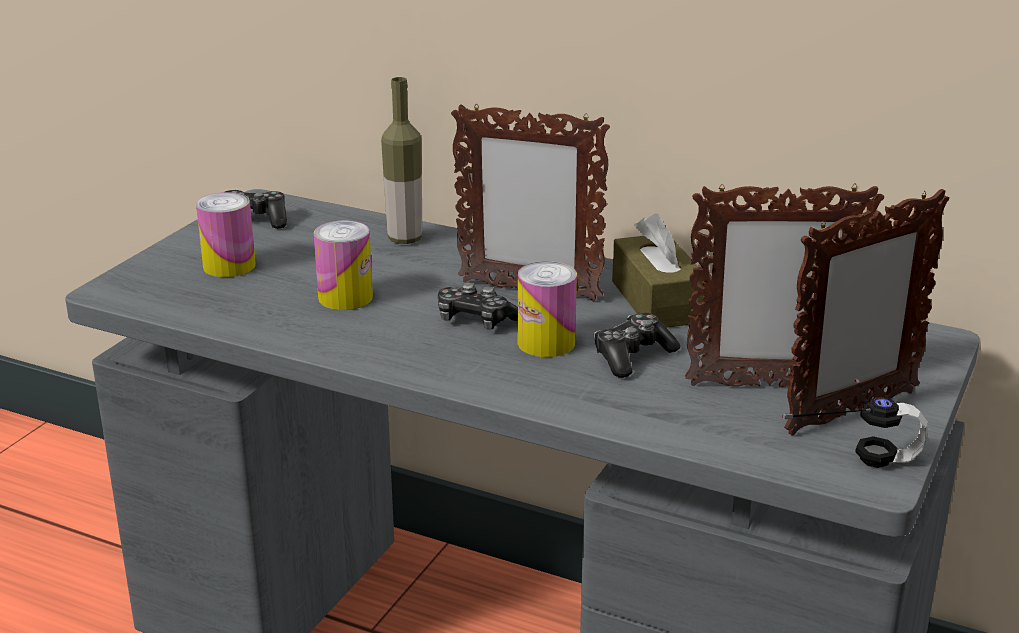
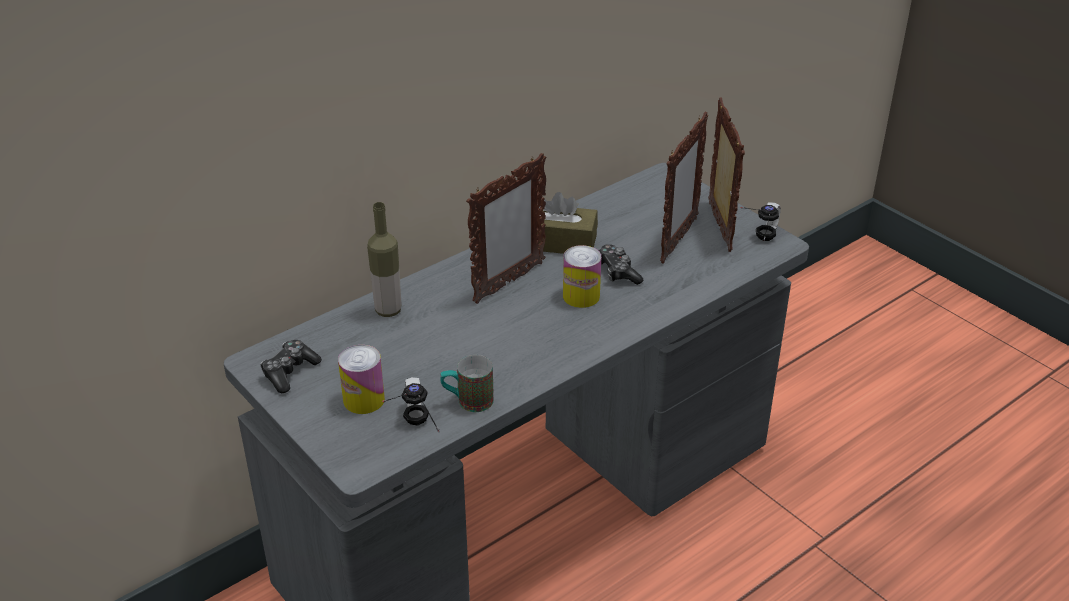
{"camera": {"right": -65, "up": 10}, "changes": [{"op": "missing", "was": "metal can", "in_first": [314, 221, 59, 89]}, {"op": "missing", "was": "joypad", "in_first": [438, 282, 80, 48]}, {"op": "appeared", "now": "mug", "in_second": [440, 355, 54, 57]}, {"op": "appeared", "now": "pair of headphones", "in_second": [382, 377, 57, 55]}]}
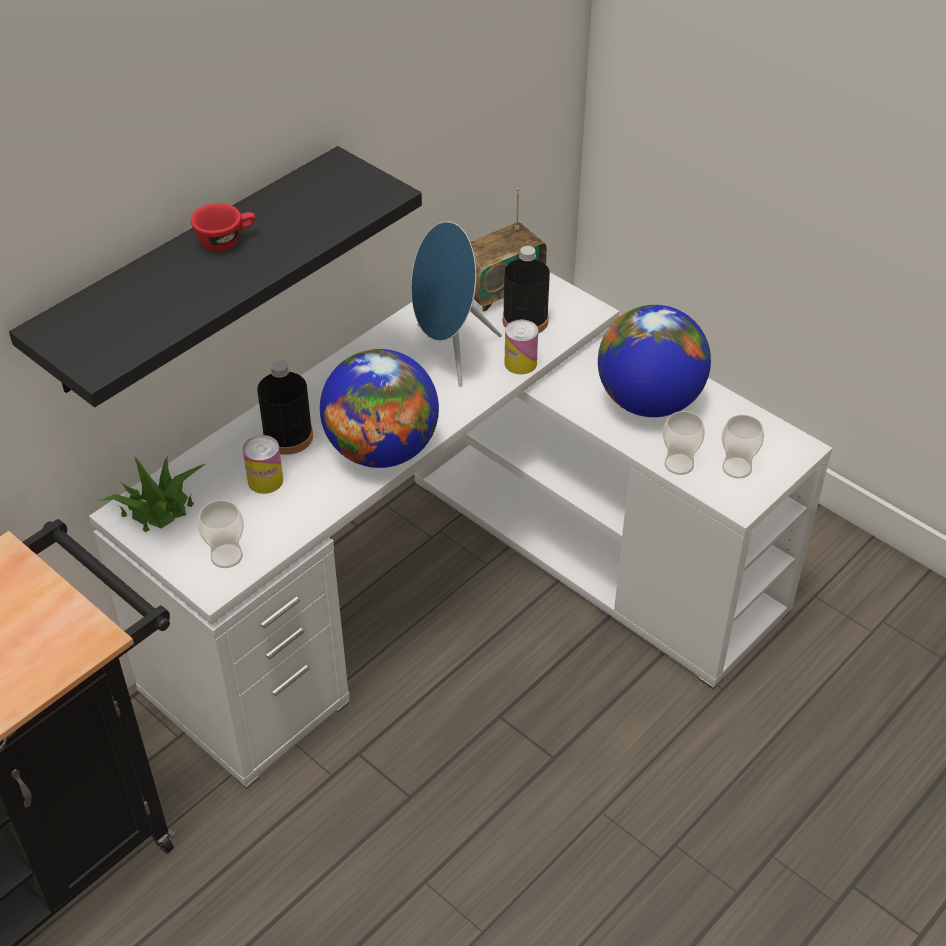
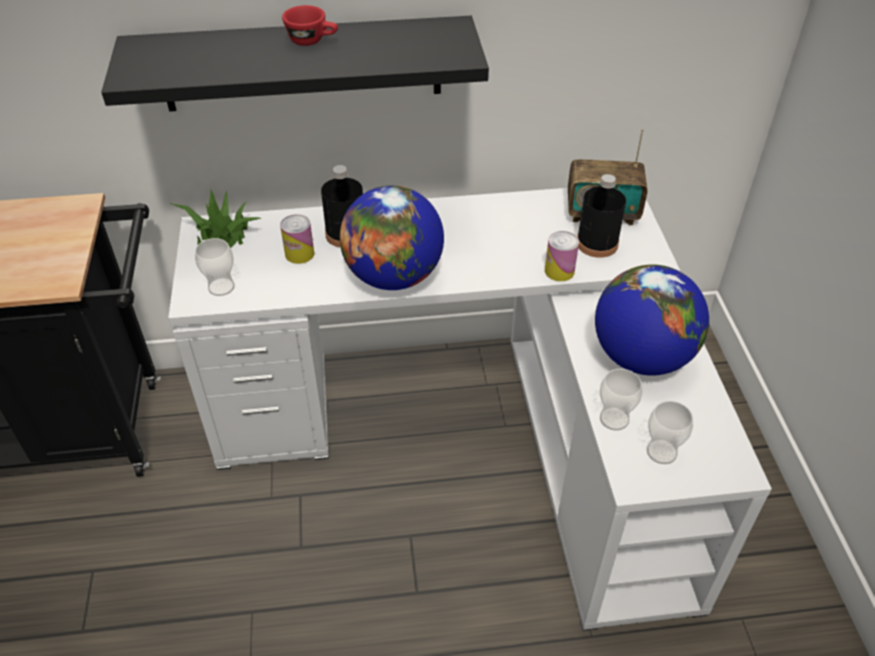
{"camera": {"right": 40, "up": 0}, "changes": [{"op": "missing", "was": "blue-coloured speaker", "in_first": [411, 221, 91, 166]}]}
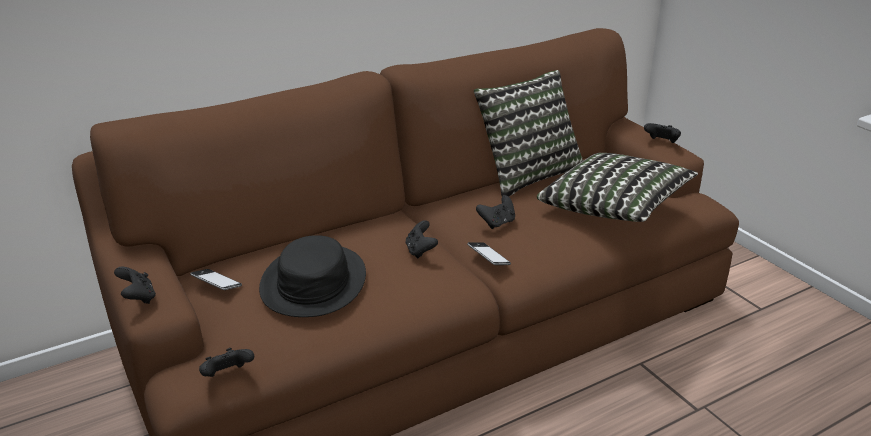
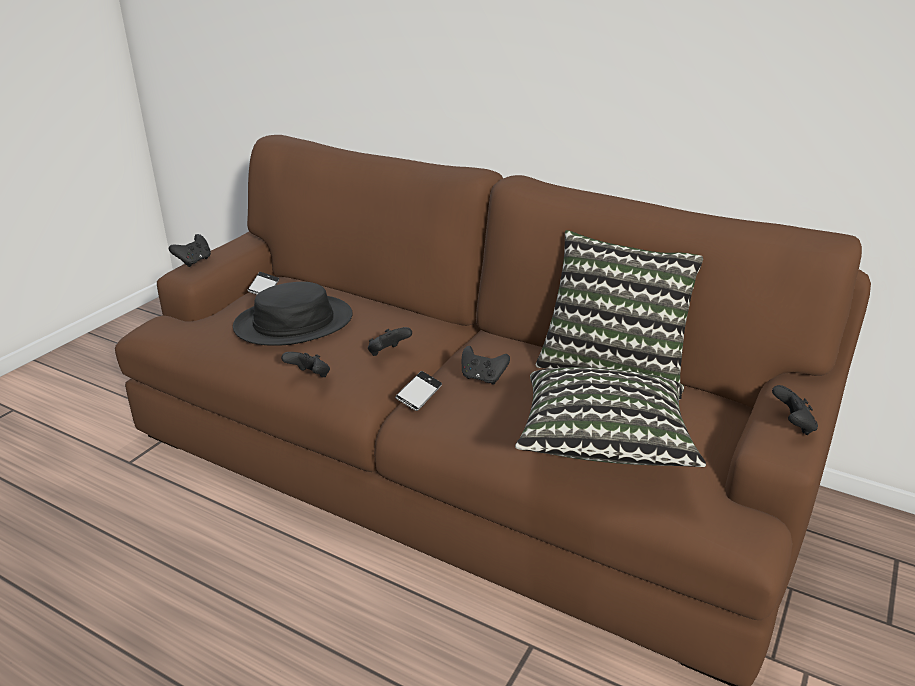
{"camera": {"right": 60, "up": 0}, "changes": [{"op": "relocated", "was": "blackish joypad", "in_first": [199, 348, 55, 29], "in_second": [281, 352, 49, 25]}]}
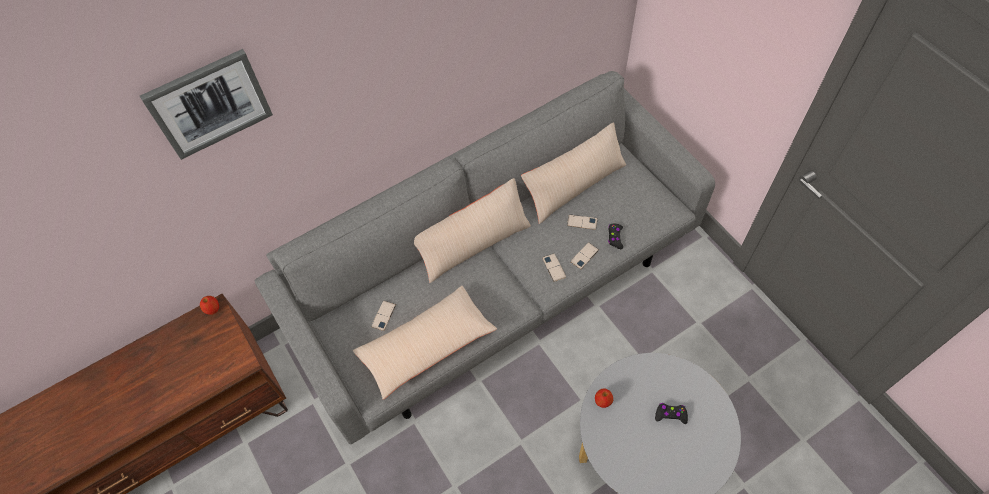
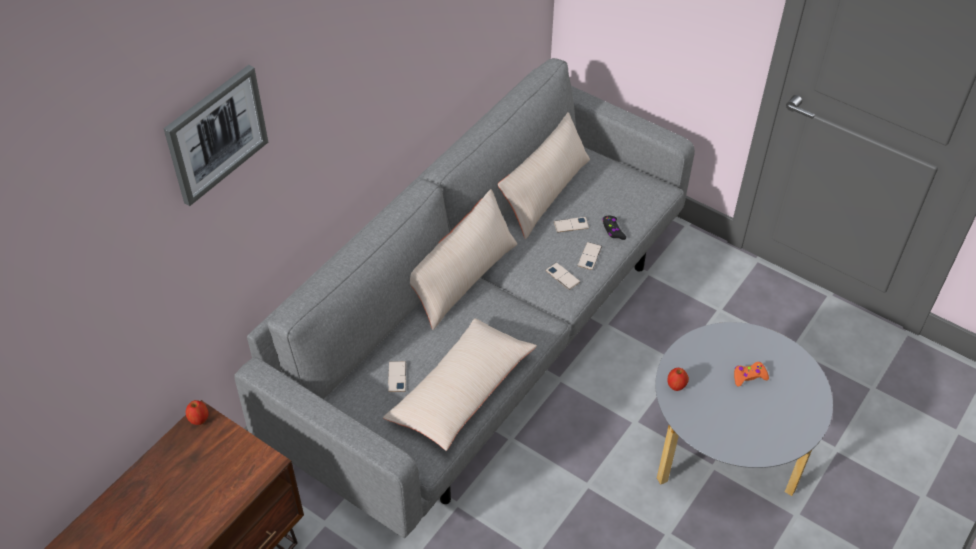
{"camera": {"right": -25, "up": -10}, "changes": [{"op": "colour", "was": "blackish joypad", "now": "orangey joypad", "in_first": [655, 403, 33, 21], "in_second": [734, 362, 35, 25]}]}
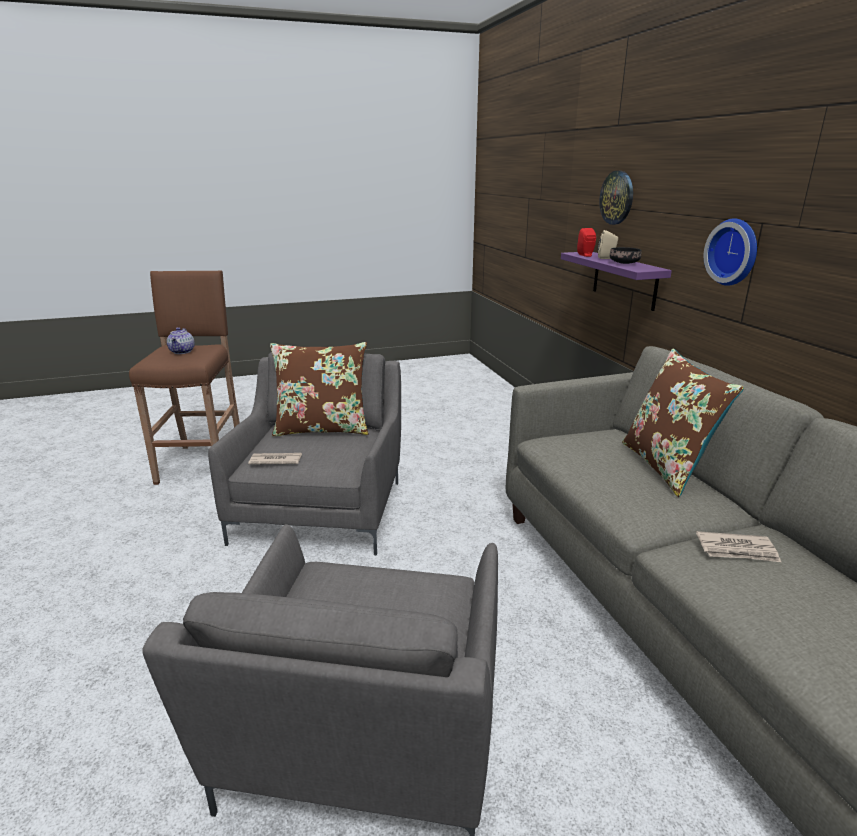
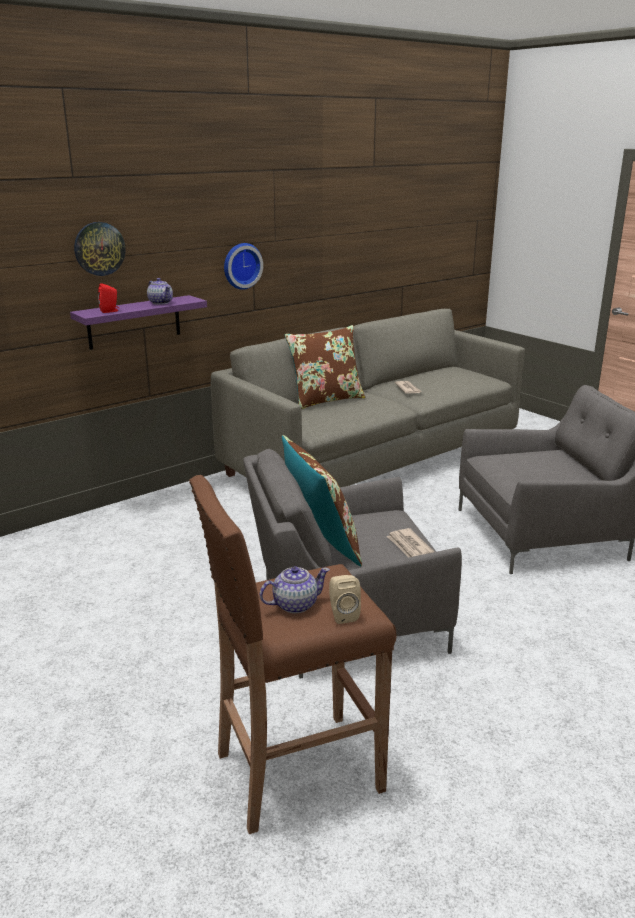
{"camera": {"right": -110, "up": 0}, "changes": [{"op": "relocated", "was": "beige-coloured speaker", "in_first": [598, 230, 20, 29], "in_second": [329, 575, 32, 49]}, {"op": "exchanged", "was": "blackish serving bowl", "now": "tea pot", "in_first": [610, 247, 32, 17], "in_second": [147, 278, 26, 27]}]}
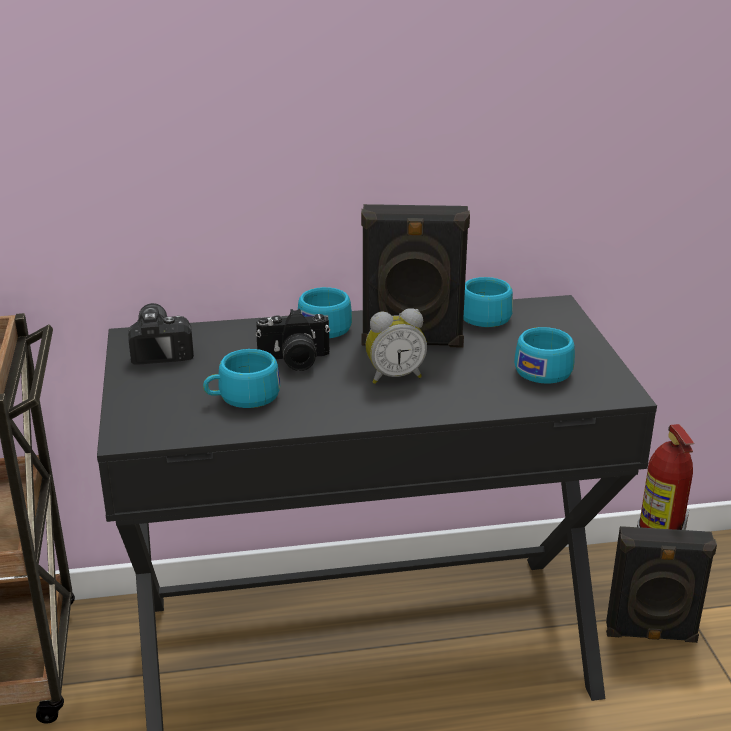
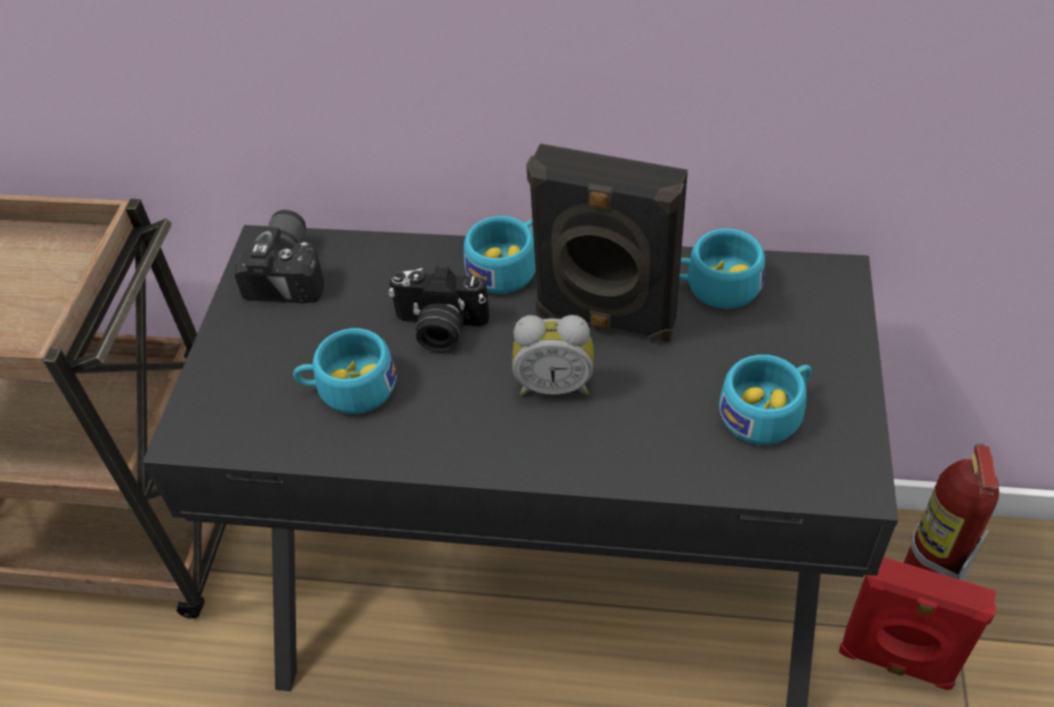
{"camera": {"right": 20, "up": 20}, "changes": [{"op": "colour", "was": "blackish speaker", "now": "reddish speaker", "in_first": [606, 526, 111, 117], "in_second": [839, 557, 157, 133]}]}
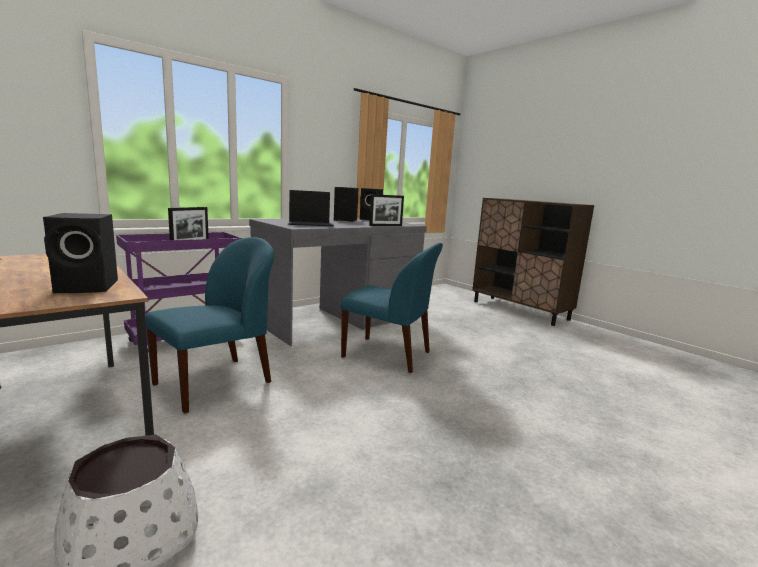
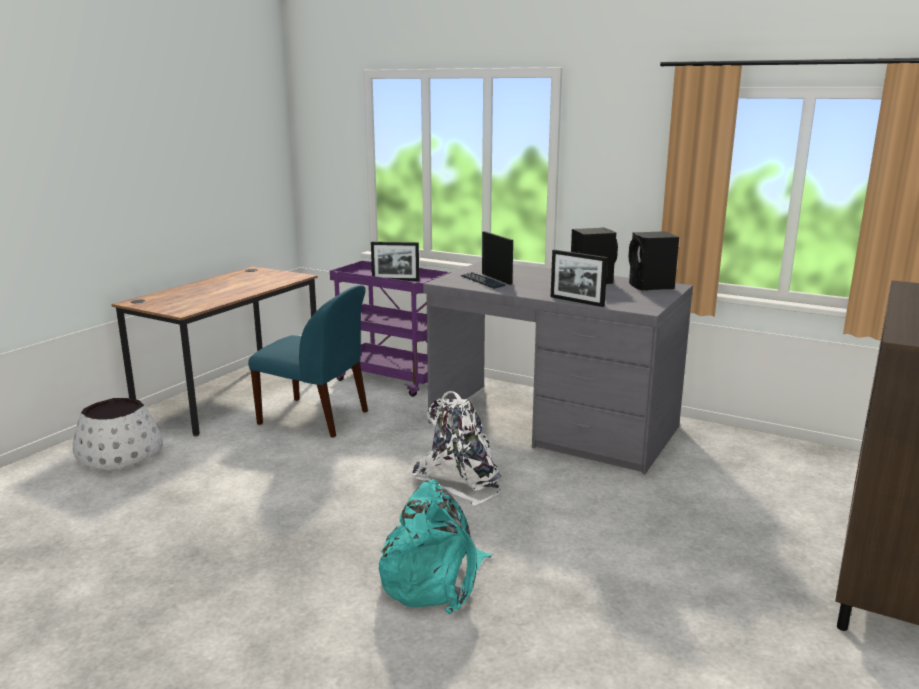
{"camera": {"right": 70, "up": 5}, "changes": [{"op": "missing", "was": "blackish speaker", "in_first": [43, 213, 75, 80]}, {"op": "exchanged", "was": "blue-coloured chair", "now": "white rucksack", "in_first": [341, 243, 102, 130], "in_second": [412, 391, 90, 115]}, {"op": "appeared", "now": "turquoise rucksack", "in_second": [379, 479, 114, 135]}]}
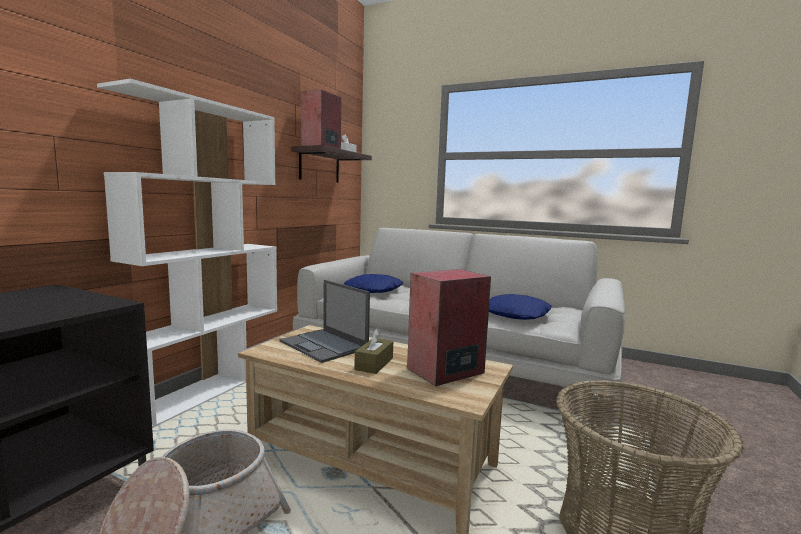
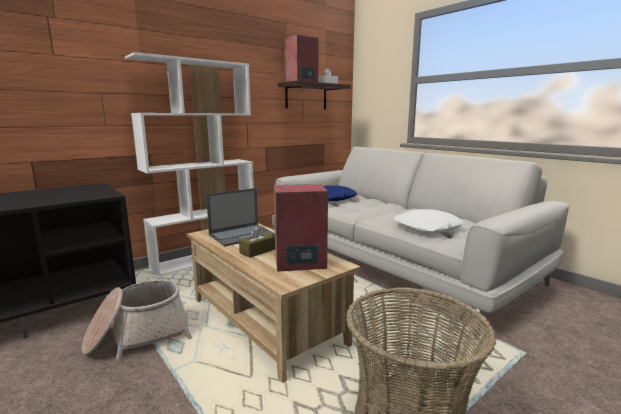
{"camera": {"right": 25, "up": 5}, "changes": [{"op": "spun", "was": "notebook computer", "in_first": [279, 280, 91, 83], "in_second": [206, 188, 69, 58], "clockwise": -105}, {"op": "colour", "was": "blue-coloured cushion", "now": "white cushion", "in_first": [489, 294, 63, 26], "in_second": [394, 209, 70, 24]}]}
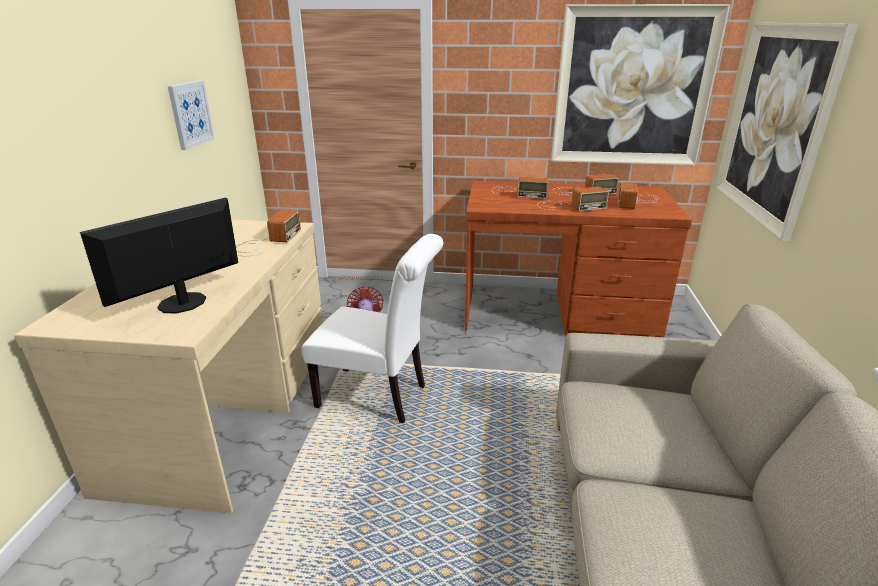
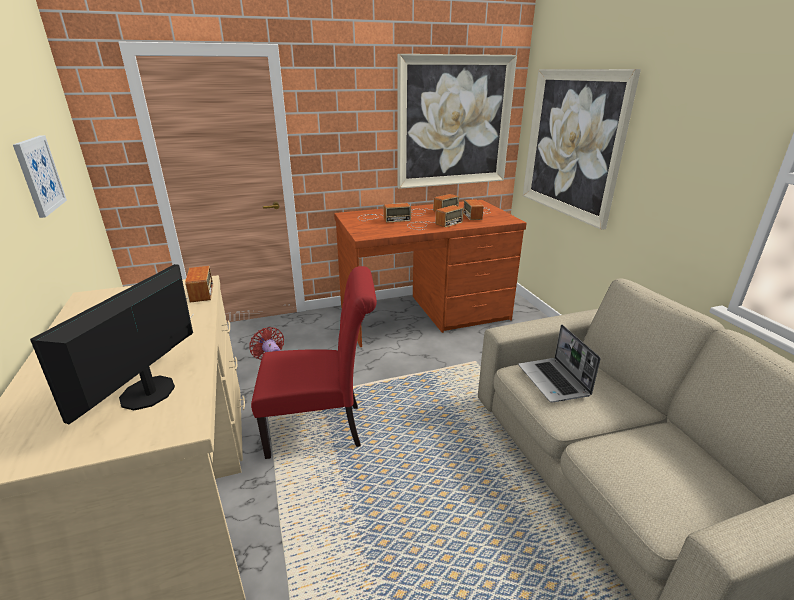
{"camera": {"right": -25, "up": 0}, "changes": [{"op": "colour", "was": "white chair", "now": "reddish chair", "in_first": [301, 234, 142, 189], "in_second": [251, 266, 126, 193]}, {"op": "appeared", "now": "notebook computer", "in_second": [518, 325, 82, 78]}]}
